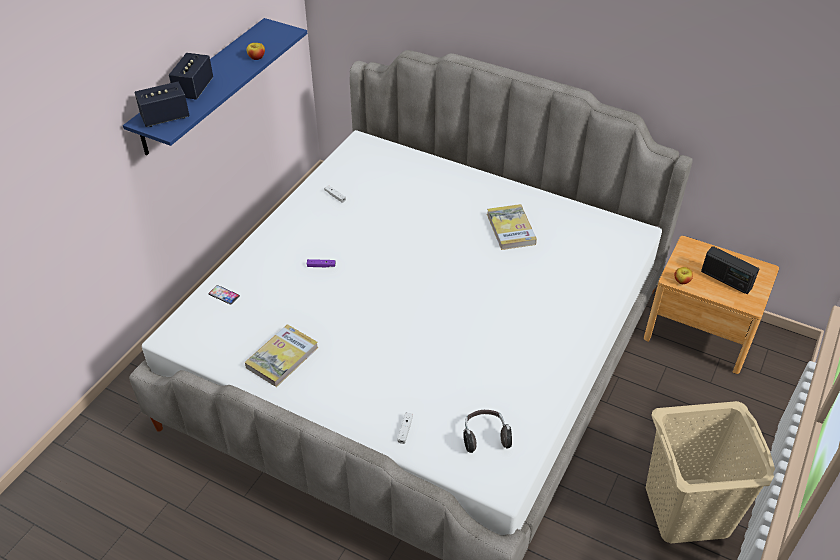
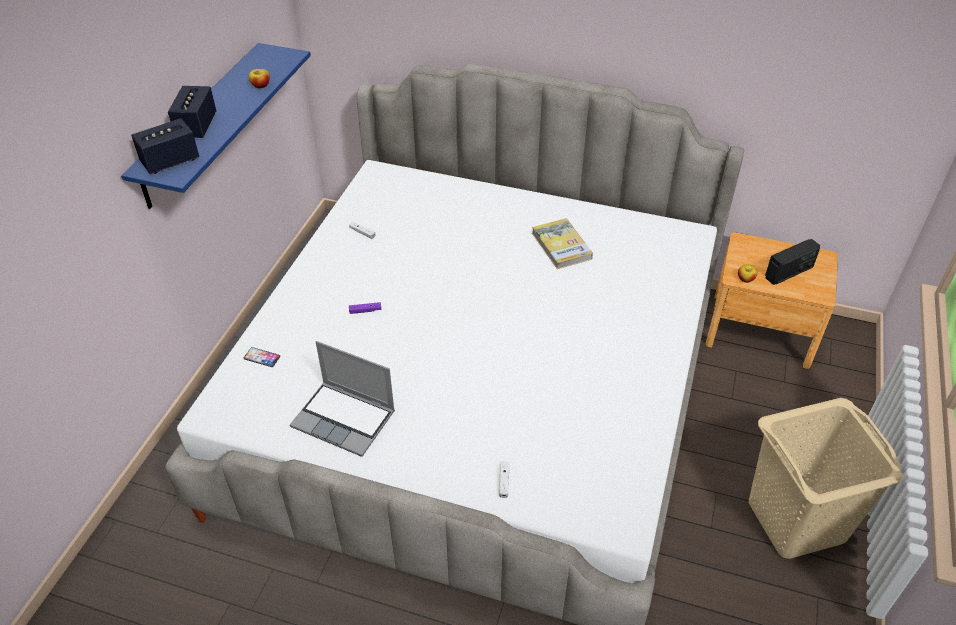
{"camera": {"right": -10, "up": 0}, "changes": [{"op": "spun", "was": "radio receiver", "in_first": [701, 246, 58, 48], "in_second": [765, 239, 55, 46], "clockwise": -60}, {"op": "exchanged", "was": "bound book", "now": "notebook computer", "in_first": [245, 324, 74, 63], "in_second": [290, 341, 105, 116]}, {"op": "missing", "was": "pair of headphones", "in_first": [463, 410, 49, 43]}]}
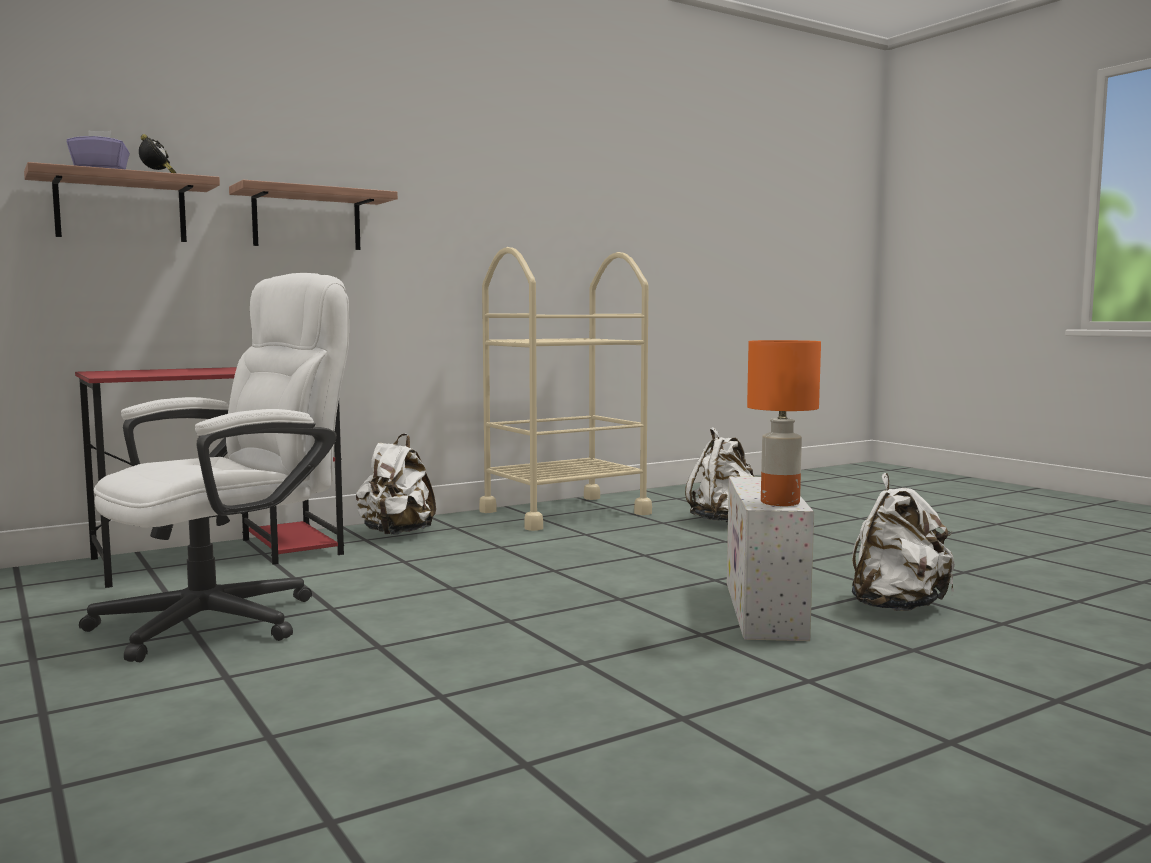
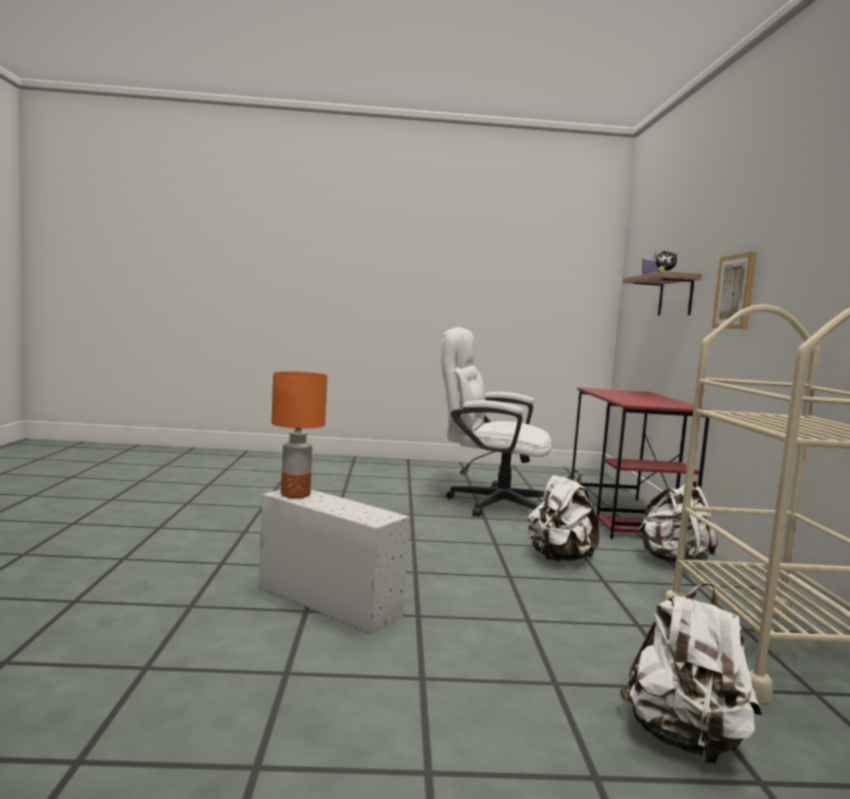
{"camera": {"right": 120, "up": 0}, "changes": [{"op": "exchanged", "was": "wall shelf", "now": "wall picture", "in_first": [229, 180, 169, 70], "in_second": [712, 252, 45, 77]}, {"op": "spun", "was": "white computer chair", "in_first": [79, 273, 270, 389], "in_second": [441, 327, 110, 190], "clockwise": 120}, {"op": "relocated", "was": "white rucksack", "in_first": [852, 473, 103, 138], "in_second": [528, 471, 71, 91]}]}
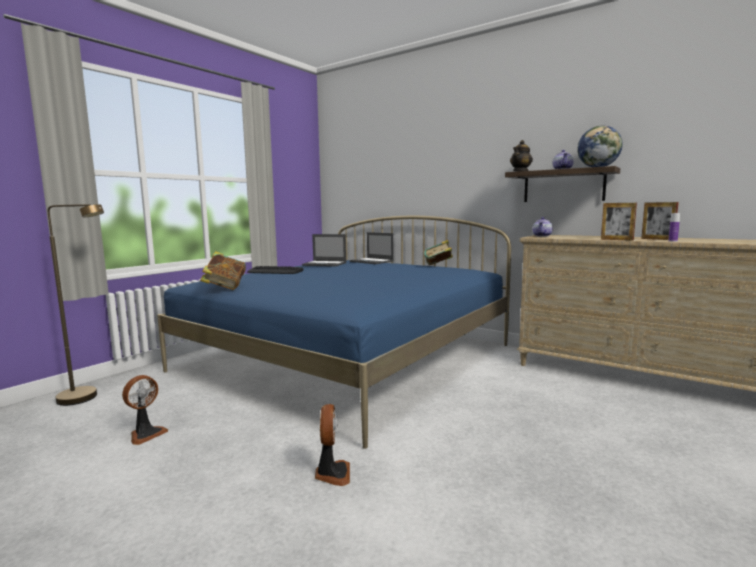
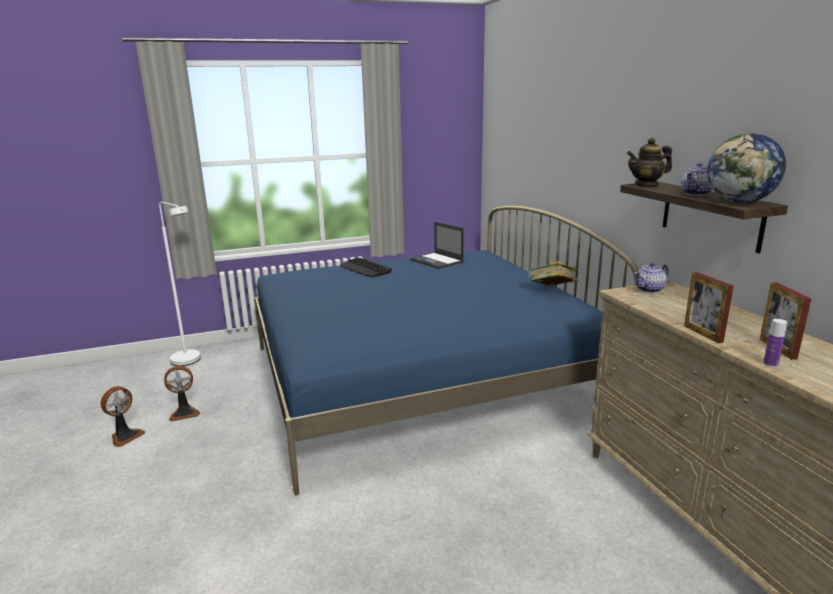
{"camera": {"right": 35, "up": 10}, "changes": [{"op": "colour", "was": "brownish standing lamp", "now": "white standing lamp", "in_first": [48, 204, 56, 202], "in_second": [159, 202, 42, 164]}, {"op": "missing", "was": "notebook computer", "in_first": [350, 232, 44, 32]}, {"op": "missing", "was": "bound book", "in_first": [200, 251, 46, 39]}, {"op": "relocated", "was": "fan", "in_first": [315, 404, 35, 82], "in_second": [101, 386, 44, 61]}]}
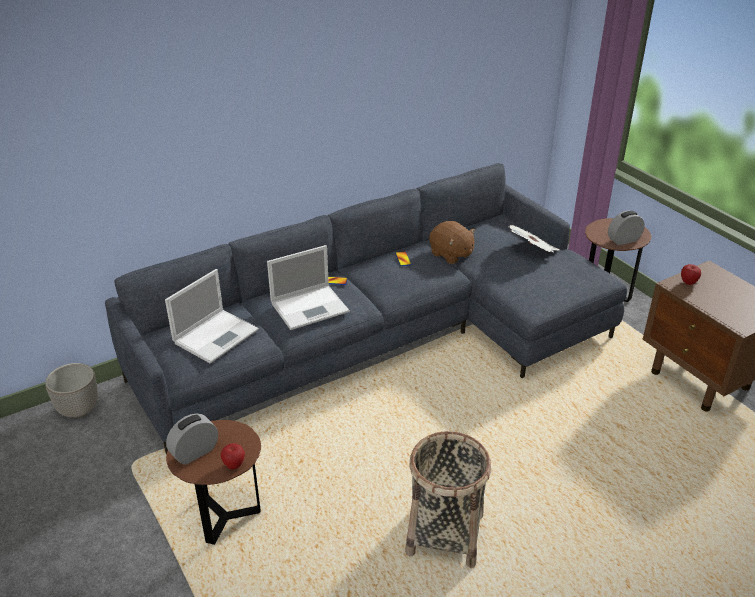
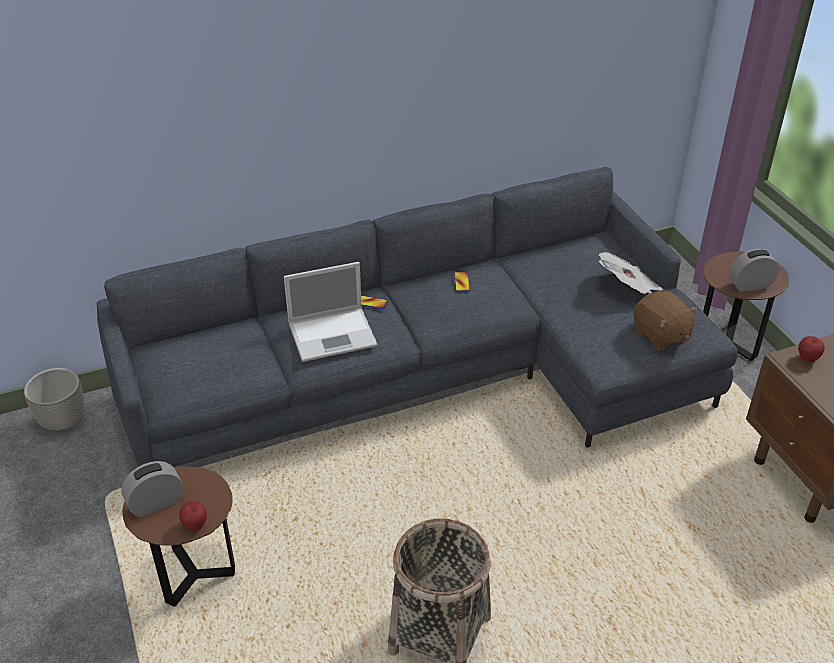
{"camera": {"right": 10, "up": 5}, "changes": [{"op": "relocated", "was": "brownish plush toy", "in_first": [429, 221, 47, 43], "in_second": [634, 291, 64, 59]}, {"op": "missing", "was": "notebook computer", "in_first": [165, 269, 94, 94]}]}
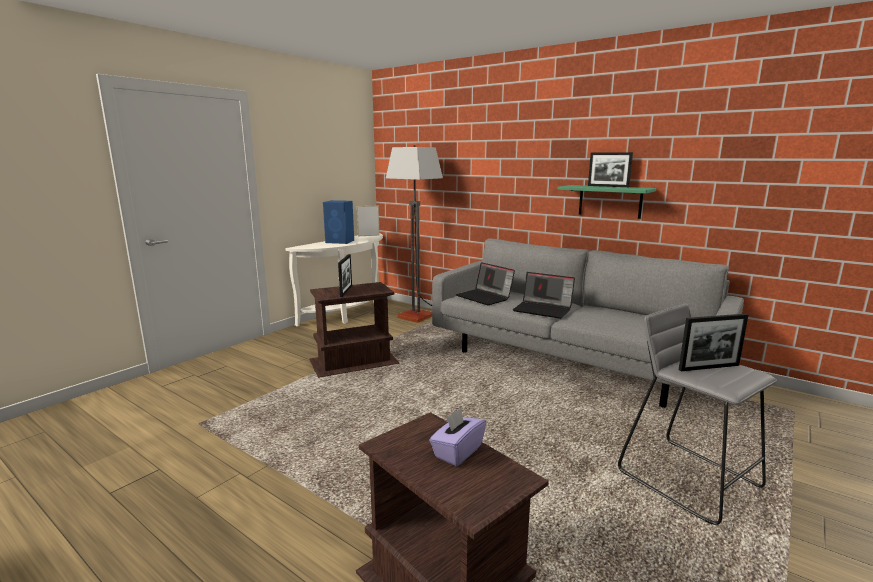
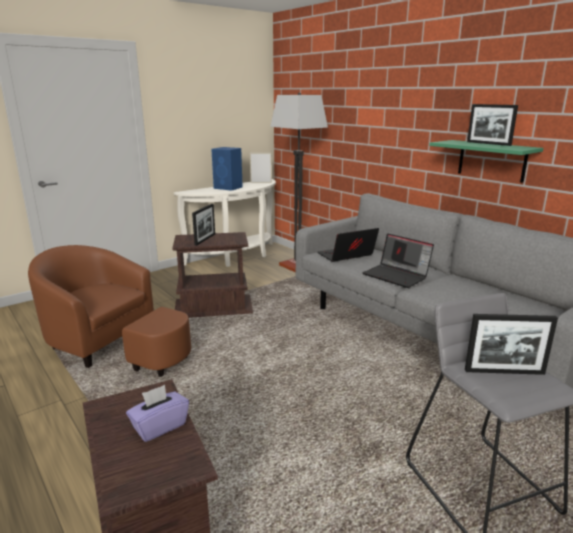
{"camera": {"right": 15, "up": 5}, "changes": [{"op": "spun", "was": "notebook computer", "in_first": [456, 262, 59, 43], "in_second": [318, 228, 61, 34], "clockwise": 90}, {"op": "appeared", "now": "brownish easy chair", "in_second": [28, 245, 163, 132]}]}
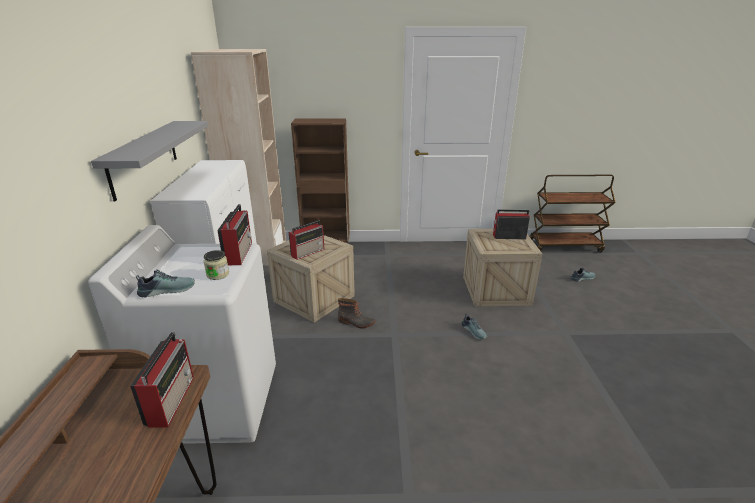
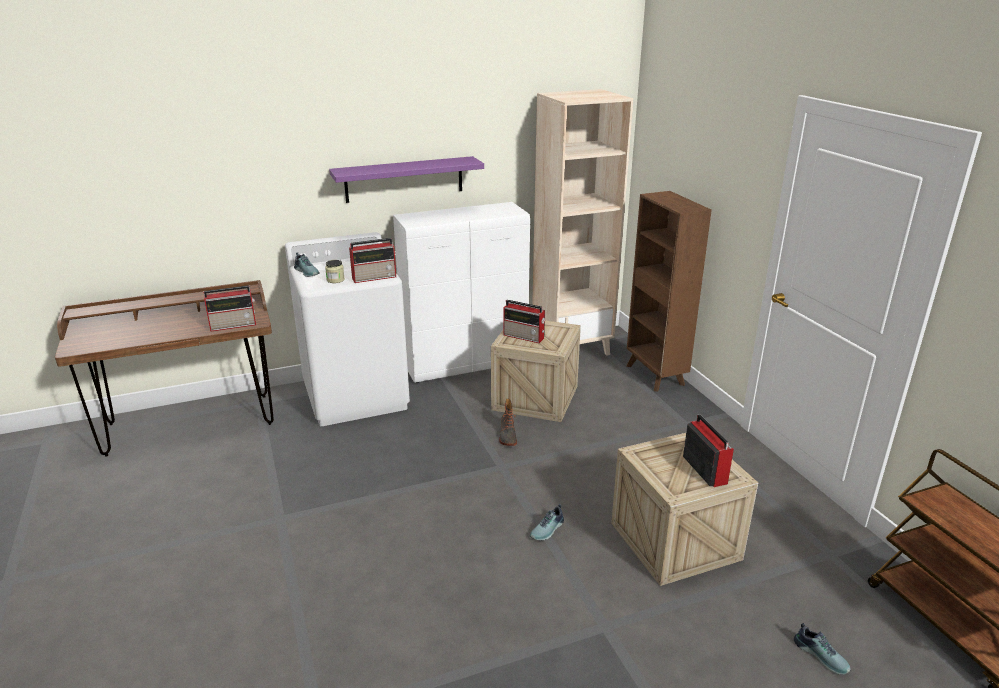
{"camera": {"right": 70, "up": 0}, "changes": [{"op": "colour", "was": "gray wall shelf", "now": "purple-coloured wall shelf", "in_first": [91, 121, 117, 80], "in_second": [329, 156, 155, 47]}]}
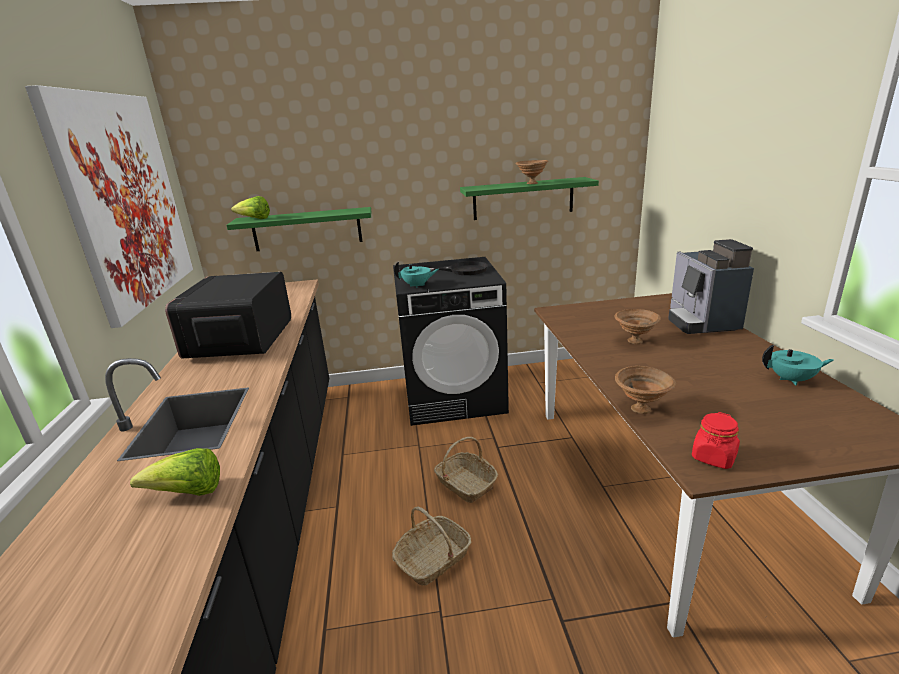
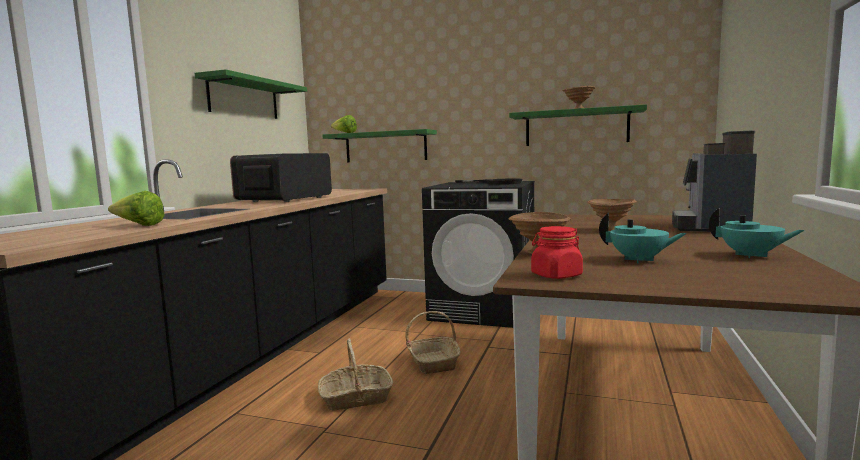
{"camera": {"right": 25, "up": -15}, "changes": [{"op": "exchanged", "was": "wall picture", "now": "greenish wall shelf", "in_first": [25, 85, 168, 243], "in_second": [195, 69, 112, 50]}, {"op": "relocated", "was": "turquoise tea pot", "in_first": [394, 261, 45, 27], "in_second": [599, 213, 88, 50]}]}
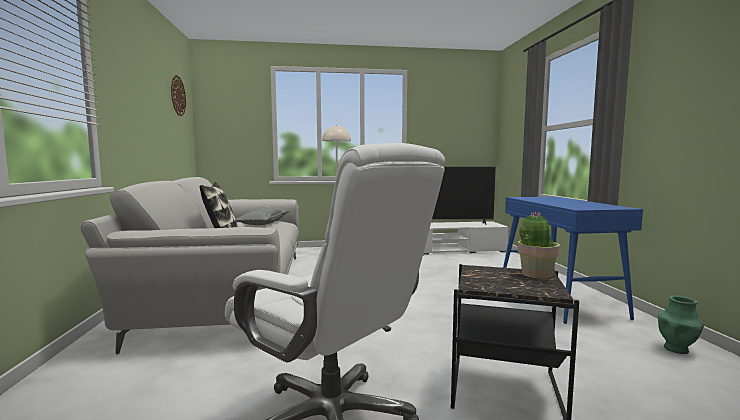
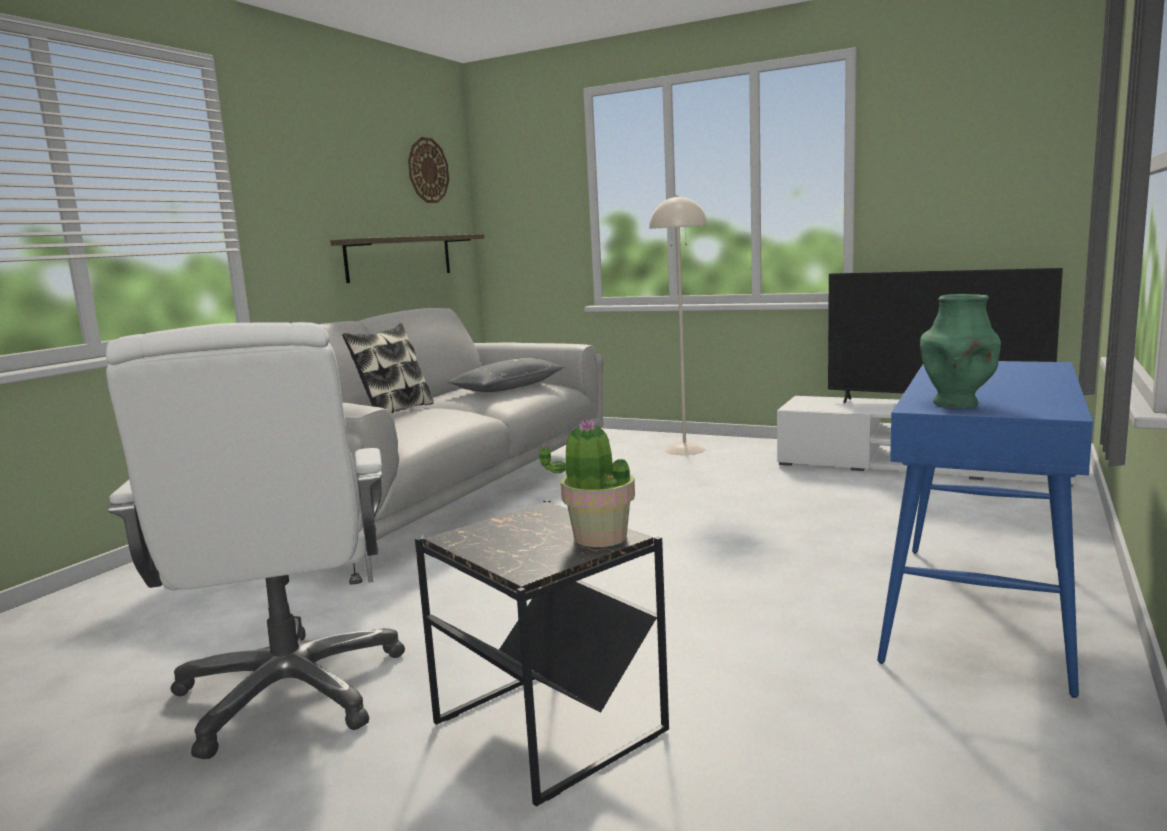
{"camera": {"right": 35, "up": 5}, "changes": [{"op": "relocated", "was": "greenish decorative vase", "in_first": [658, 295, 46, 59], "in_second": [920, 294, 81, 114]}, {"op": "appeared", "now": "wall shelf", "in_second": [330, 234, 154, 49]}]}
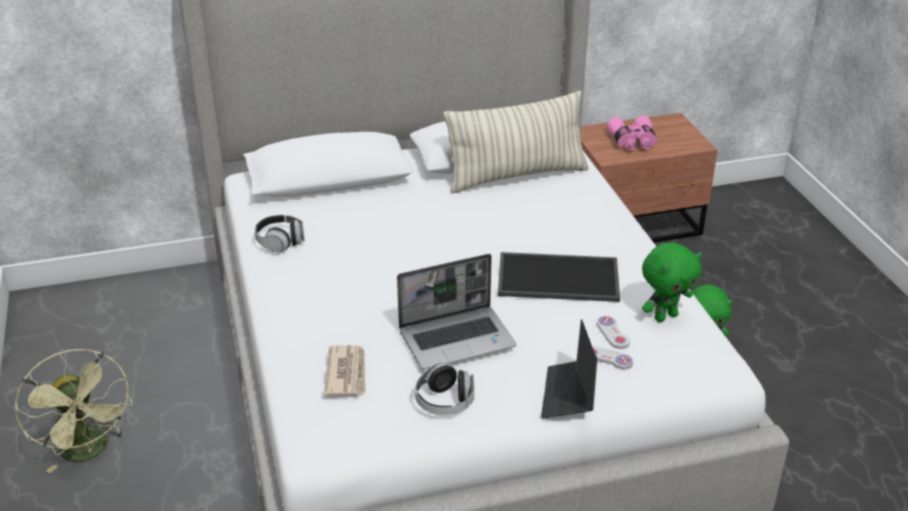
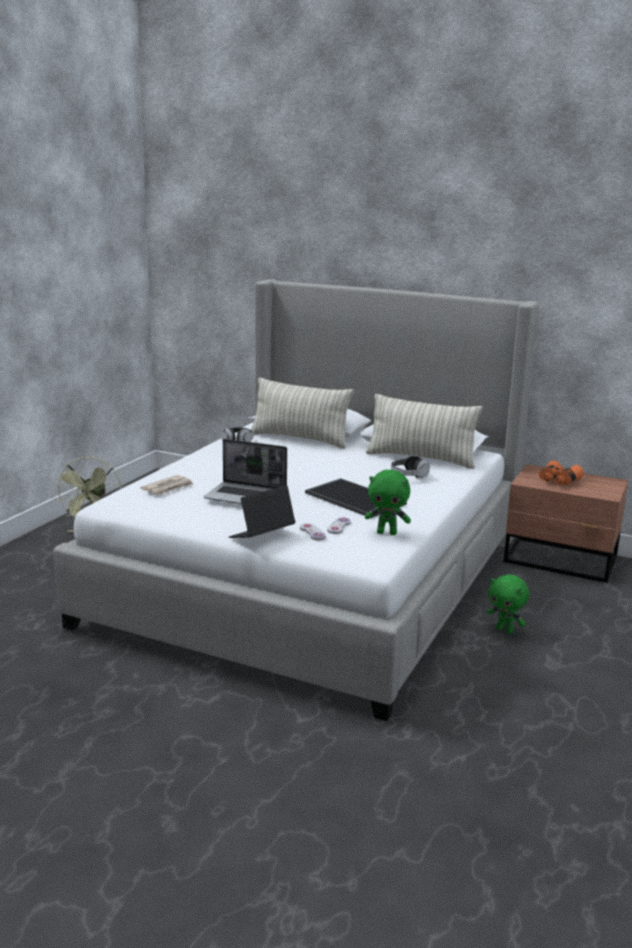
{"camera": {"right": 40, "up": -15}, "changes": [{"op": "colour", "was": "pinkish pair of binoculars", "now": "orangey pair of binoculars", "in_first": [607, 116, 50, 34], "in_second": [539, 460, 45, 25]}, {"op": "relocated", "was": "pair of headphones", "in_first": [415, 363, 59, 52], "in_second": [391, 455, 39, 23]}, {"op": "appeared", "now": "cushion", "in_second": [251, 377, 103, 71]}]}
